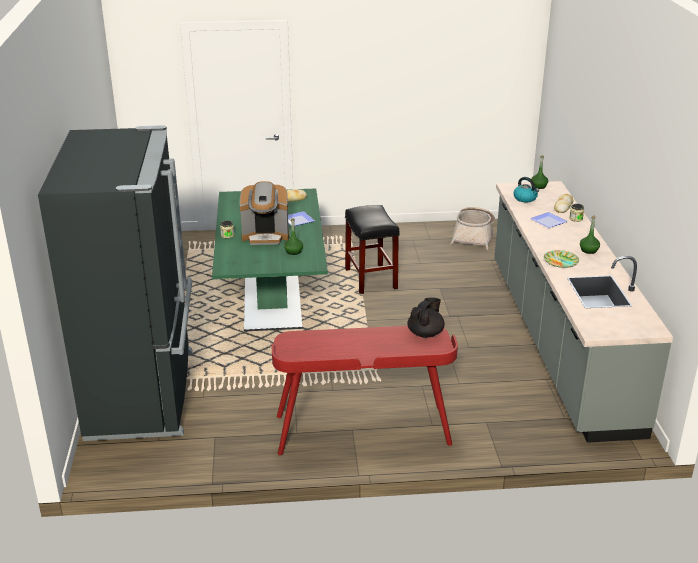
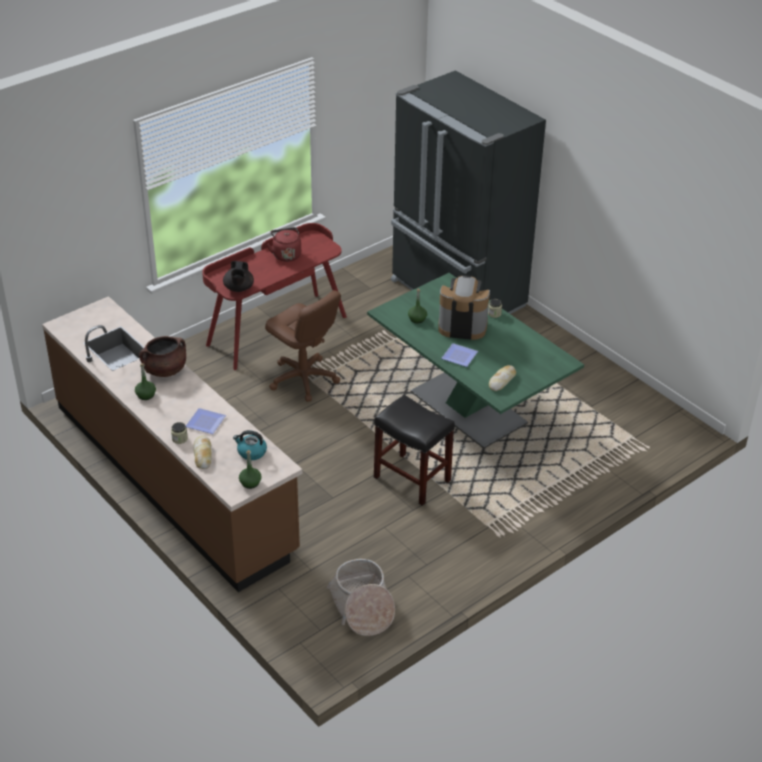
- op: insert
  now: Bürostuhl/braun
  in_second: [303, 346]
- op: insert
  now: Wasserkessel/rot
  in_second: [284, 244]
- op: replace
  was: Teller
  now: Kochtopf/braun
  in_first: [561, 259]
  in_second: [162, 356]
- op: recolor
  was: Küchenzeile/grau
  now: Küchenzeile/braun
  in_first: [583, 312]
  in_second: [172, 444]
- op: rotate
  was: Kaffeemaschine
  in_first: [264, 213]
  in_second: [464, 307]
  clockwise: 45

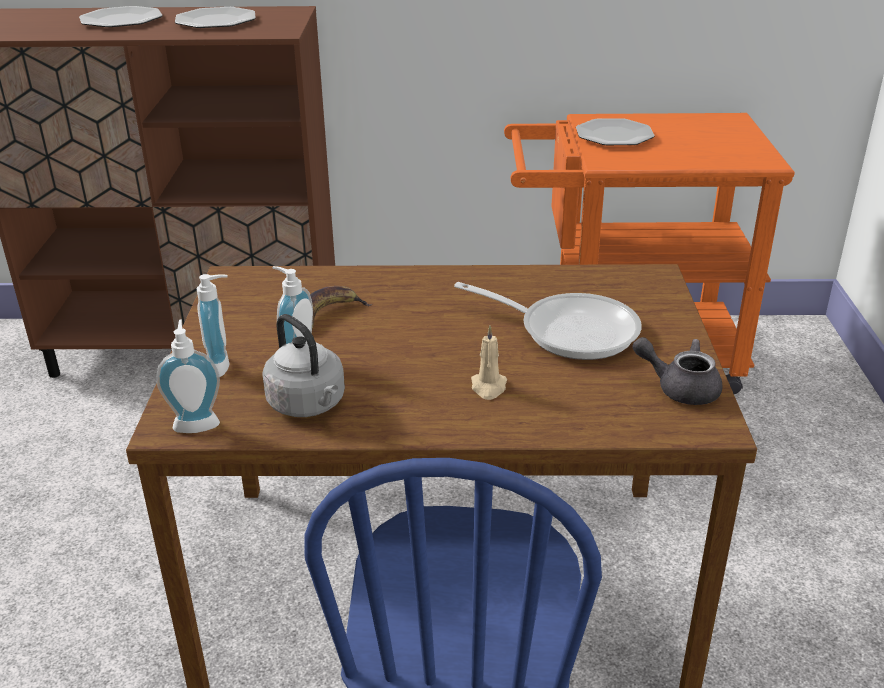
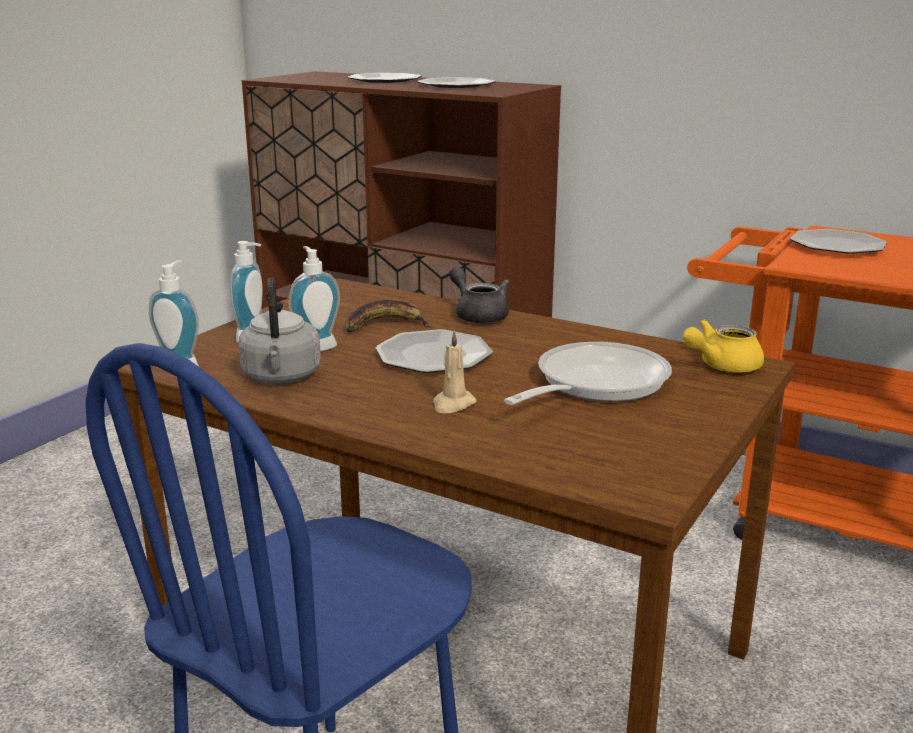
- op: insert
  now: Teller
  in_second: [434, 351]
- op: insert
  now: Teekanne/gelb
  in_second: [723, 346]
- op: move
  was: Teekanne/grau
  in_first: [677, 371]
  in_second: [479, 295]
- op: rotate
  was: Pfanne
  in_first: [548, 321]
  in_second: [588, 373]
  clockwise: -105

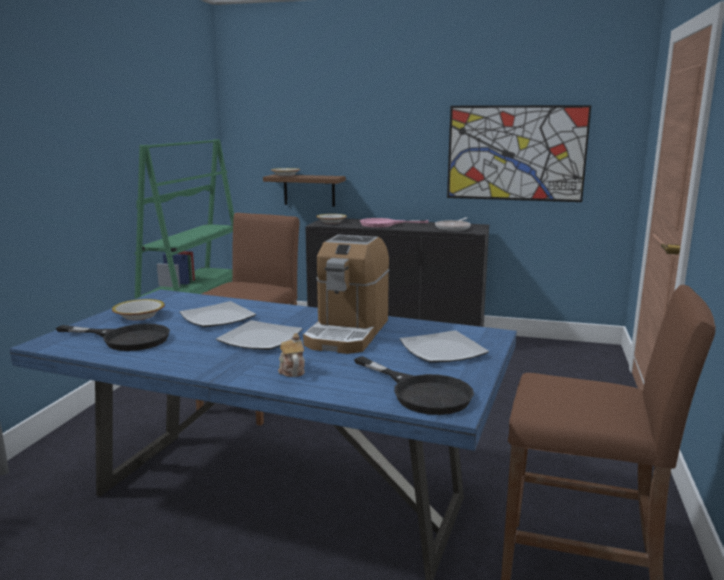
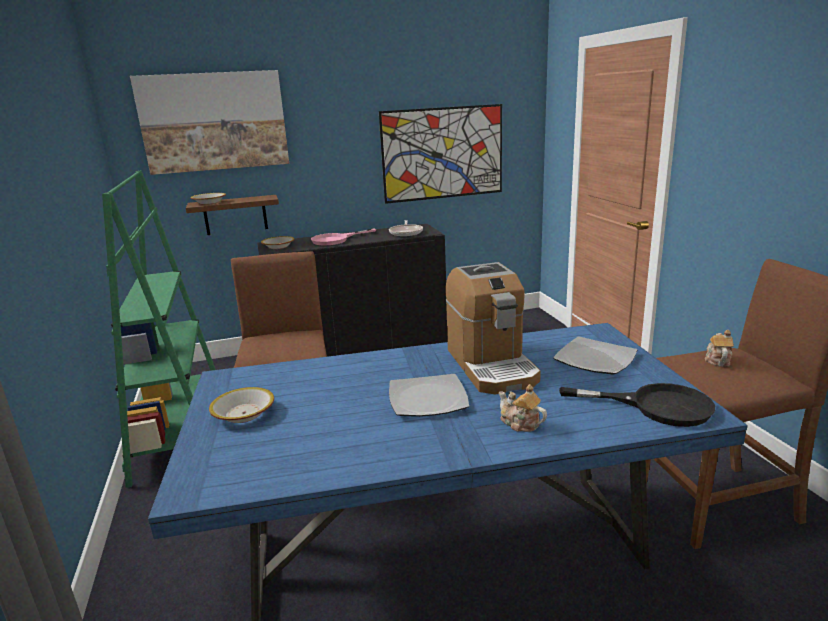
- op: delete
  was: Pfanne/schwarz
  in_first: [113, 337]
- op: delete
  was: Teller
  in_first: [217, 314]
- op: insert
  now: Bild
  in_second: [209, 122]
- op: insert
  now: Teekanne
  in_second: [719, 348]

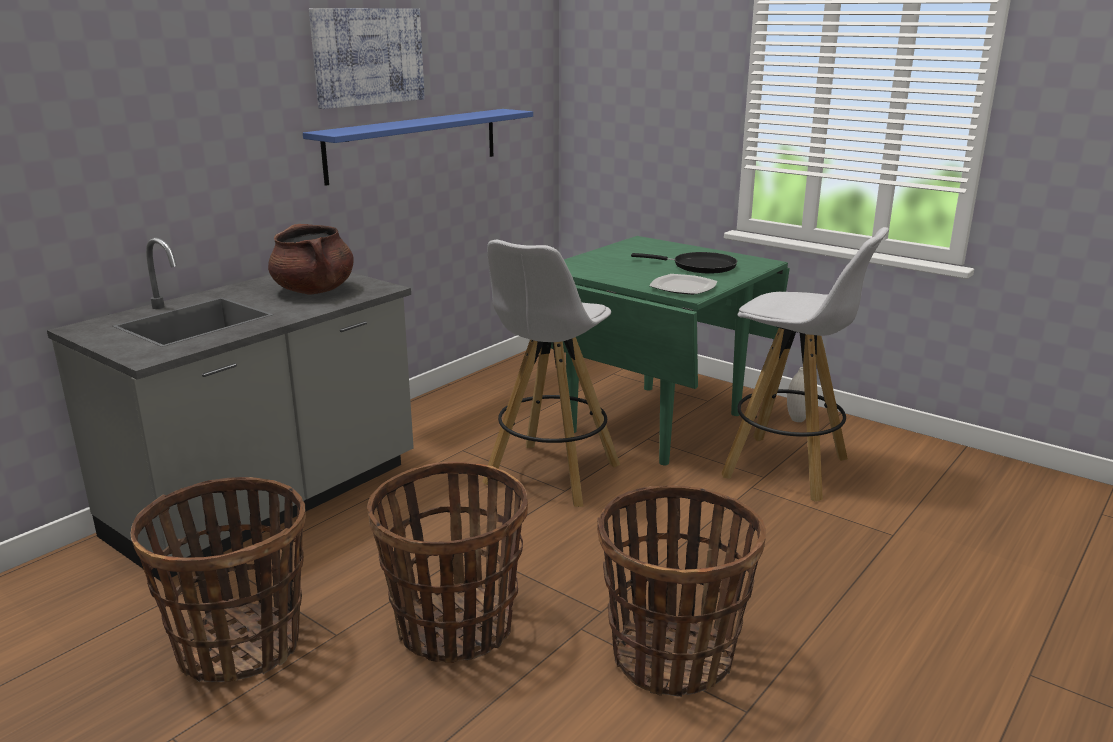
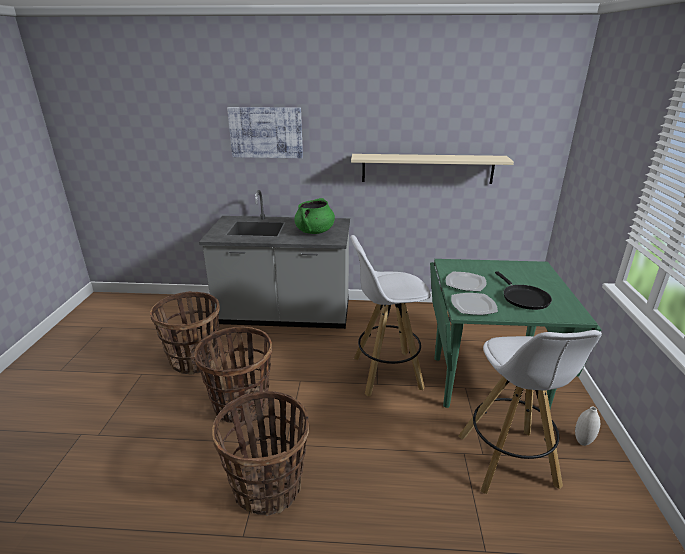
- op: insert
  now: Teller
  in_second: [466, 281]
- op: move
  was: Bild
  in_first: [367, 58]
  in_second: [265, 132]
- op: recolor
  was: Kochtopf/braun
  now: Kochtopf/grün
  in_first: [311, 259]
  in_second: [314, 216]
- op: recolor
  was: Wandregal/blau
  now: Wandregal/beige
  in_first: [418, 147]
  in_second: [432, 169]

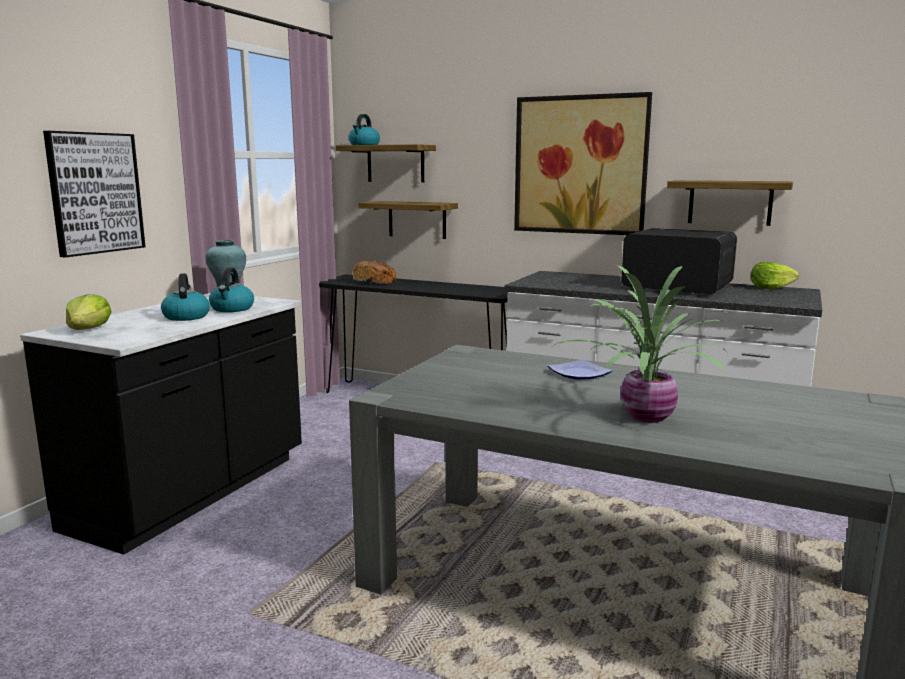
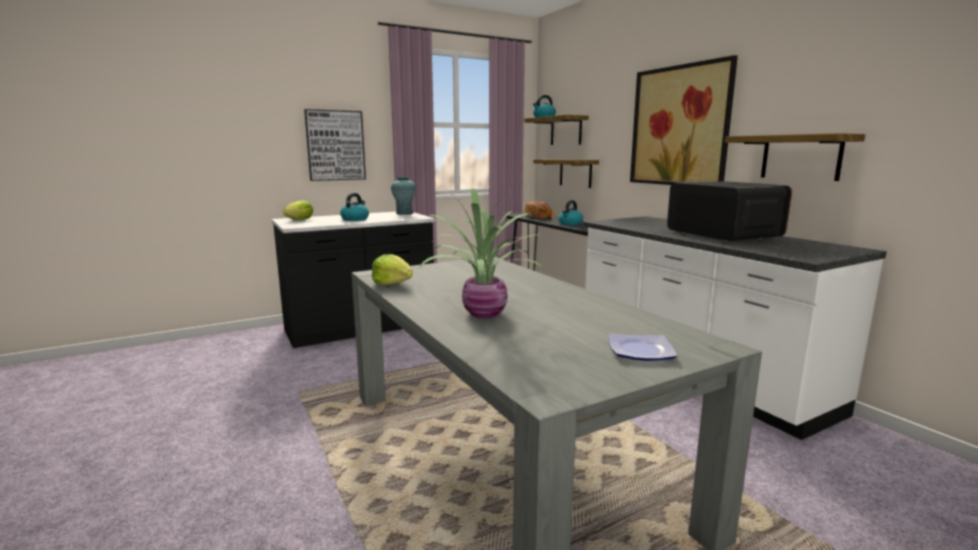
- op: move
  was: Wasserkessel
  in_first: [231, 290]
  in_second: [570, 212]
- op: move
  was: Teller
  in_first: [580, 369]
  in_second: [643, 347]
- op: move
  was: Salatkopf
  in_first: [775, 275]
  in_second: [392, 269]

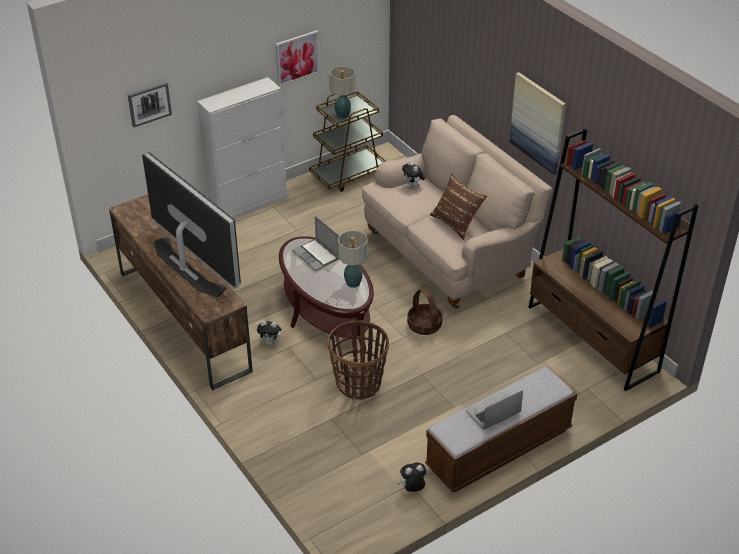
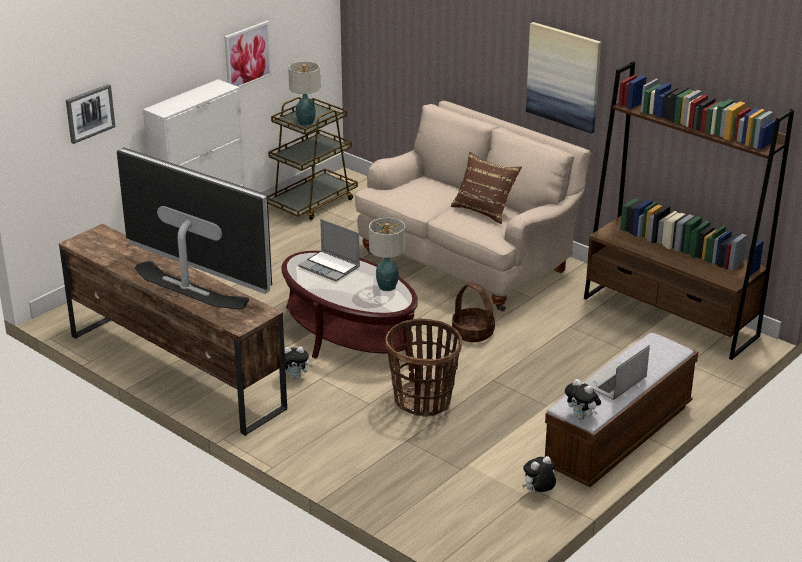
- op: move
  was: Plüschtier
  in_first: [413, 174]
  in_second: [583, 399]

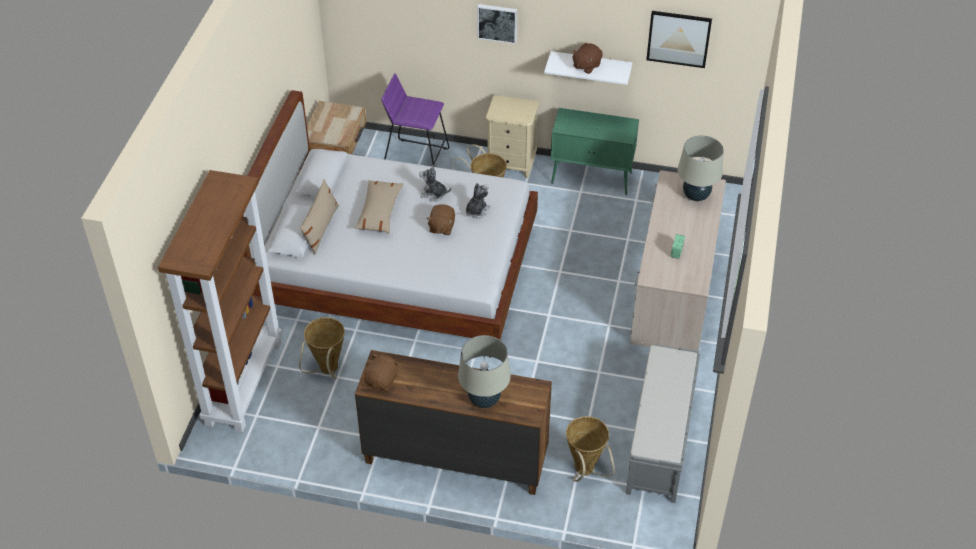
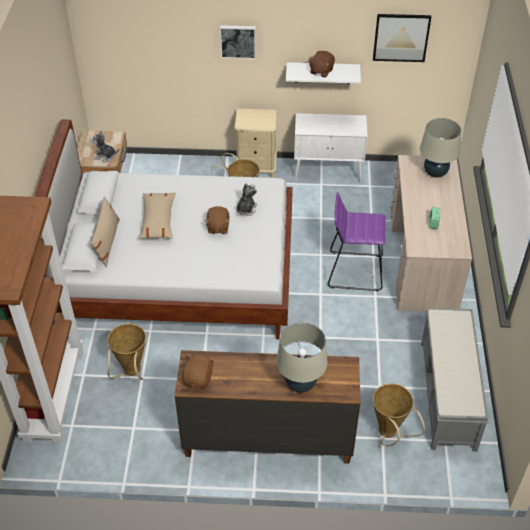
- op: move
  was: Hocker/lila
  in_first: [415, 119]
  in_second: [357, 241]
- op: move
  was: Plüschtier
  in_first: [435, 183]
  in_second: [104, 146]
- op: recolor
  was: Schrank/grün
  now: Schrank/weiß
  in_first: [595, 151]
  in_second: [330, 148]

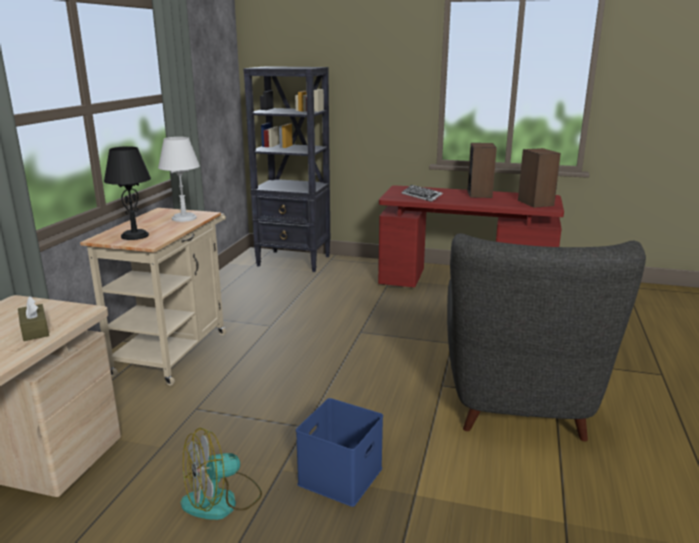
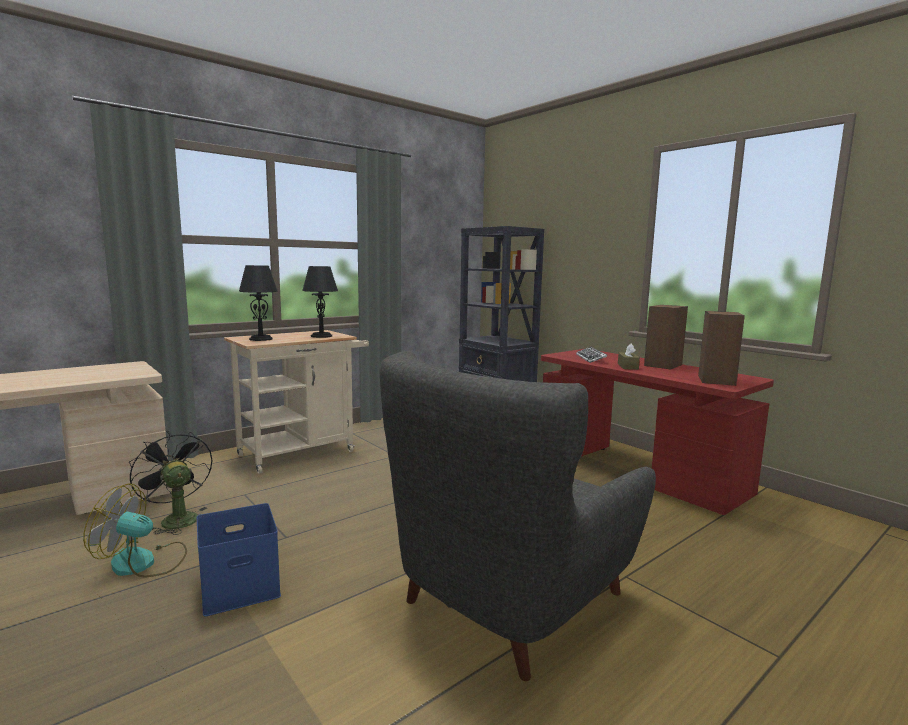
- op: insert
  now: Ventilator/schwarz
  in_second: [170, 483]
- op: move
  was: Taschentuchbox/braun
  in_first: [33, 318]
  in_second: [629, 357]
- op: recolor
  was: Tischlampe/weiß
  now: Tischlampe/schwarz
  in_first: [179, 179]
  in_second: [320, 302]

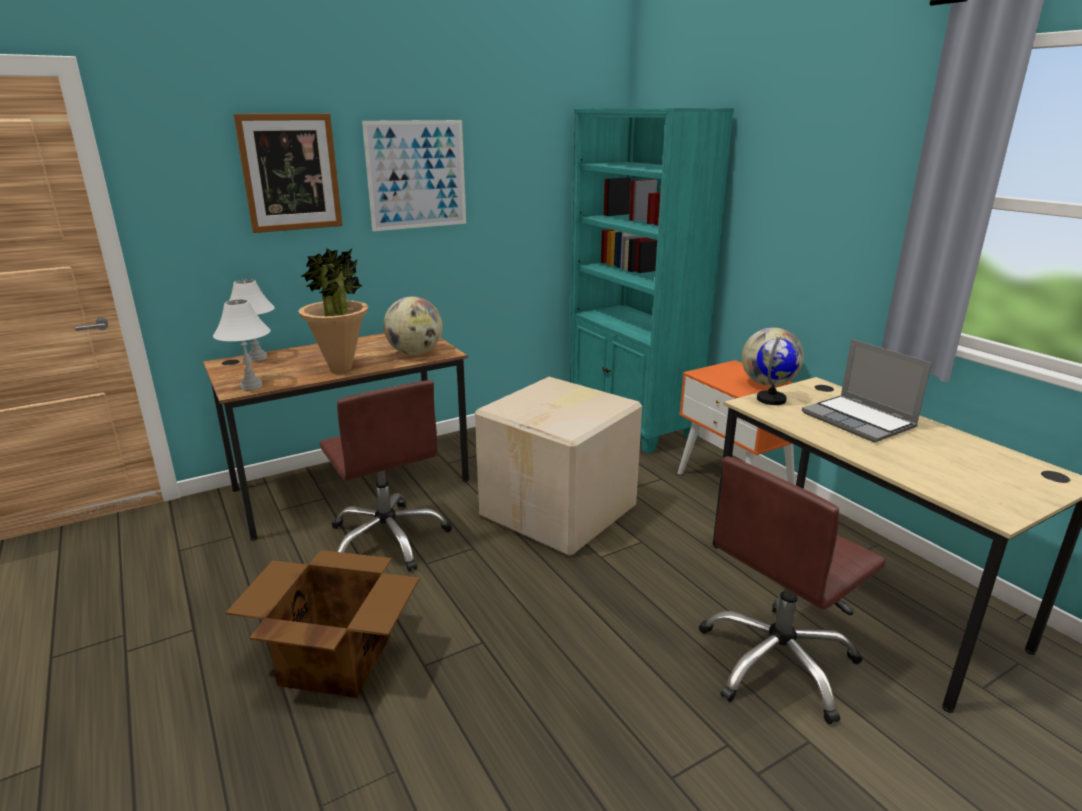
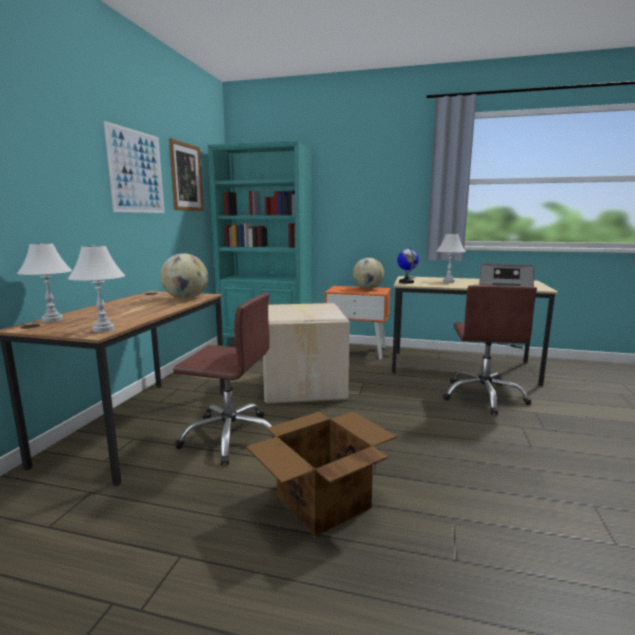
- op: delete
  was: Topfpflanze
  in_first: [333, 310]
- op: insert
  now: Radio
  in_second: [506, 275]
- op: move
  was: Bild
  in_first: [288, 173]
  in_second: [186, 174]
- op: replace
  was: Laptop
  now: Tischlampe/weiß
  in_first: [867, 391]
  in_second: [451, 258]

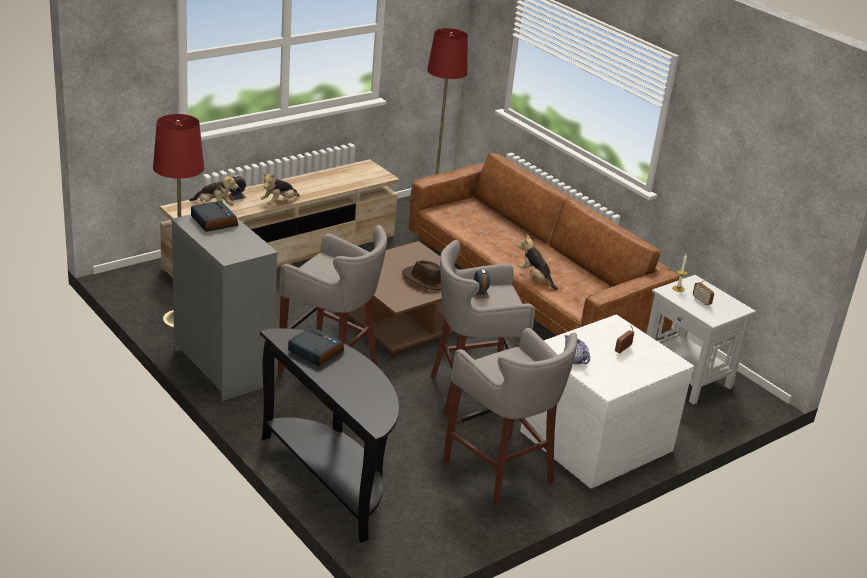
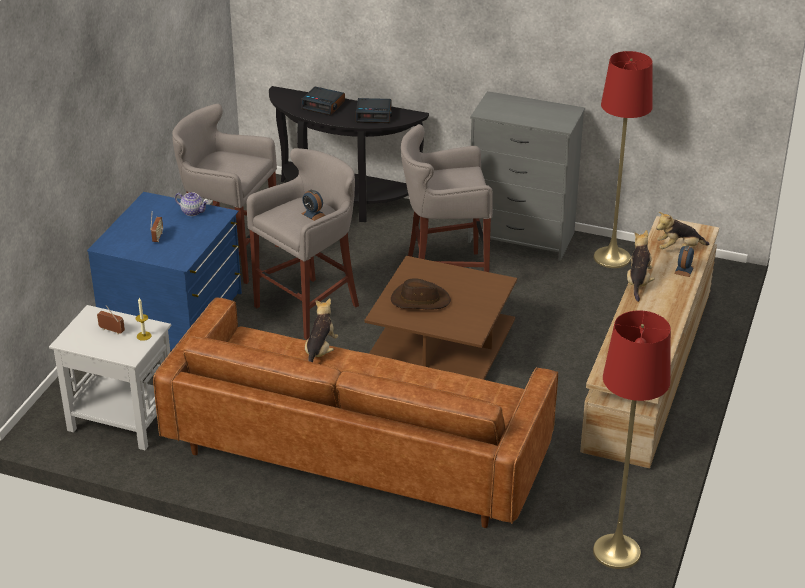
- op: move
  was: Wecker
  in_first: [214, 216]
  in_second: [323, 101]
- op: recolor
  was: Kommode/weiß
  now: Kommode/blau
  in_first: [607, 401]
  in_second: [164, 271]
- op: rotate
  was: Plüschtier
  in_first: [538, 262]
  in_second: [321, 330]
  clockwise: -90

